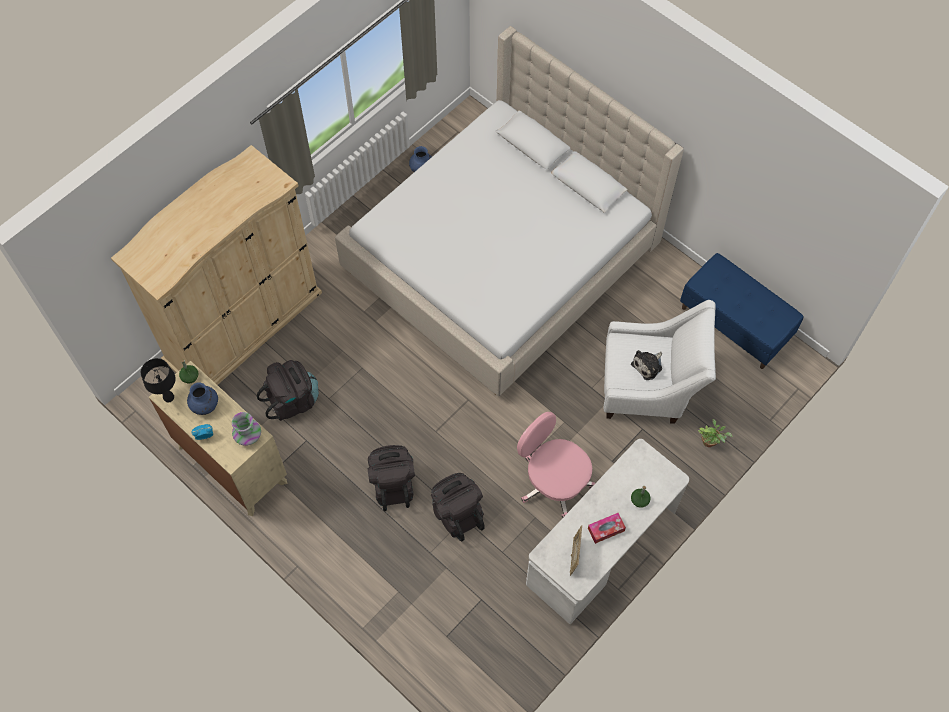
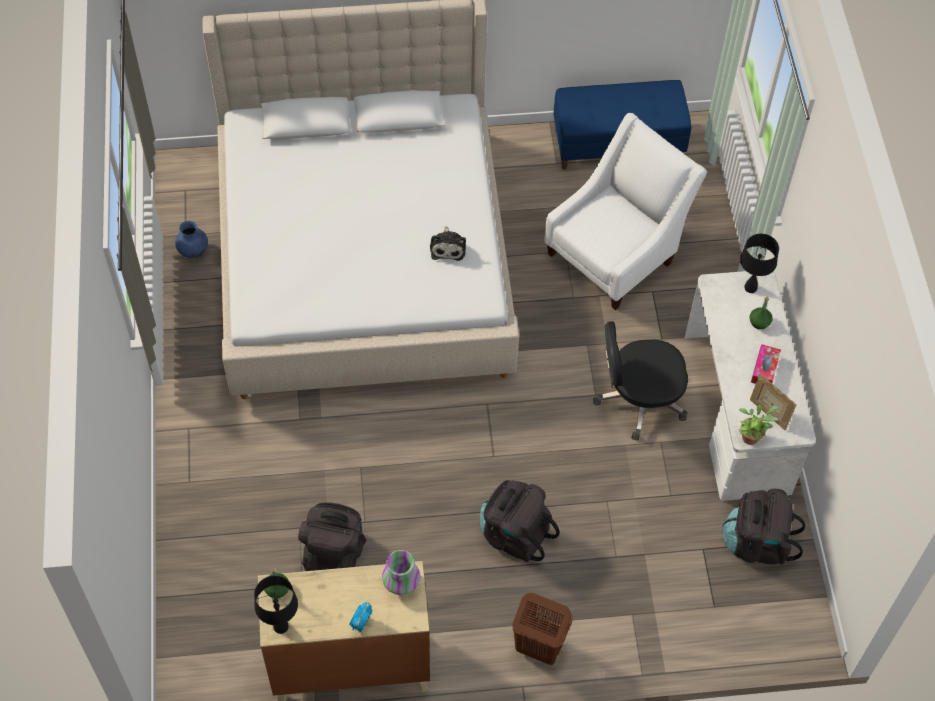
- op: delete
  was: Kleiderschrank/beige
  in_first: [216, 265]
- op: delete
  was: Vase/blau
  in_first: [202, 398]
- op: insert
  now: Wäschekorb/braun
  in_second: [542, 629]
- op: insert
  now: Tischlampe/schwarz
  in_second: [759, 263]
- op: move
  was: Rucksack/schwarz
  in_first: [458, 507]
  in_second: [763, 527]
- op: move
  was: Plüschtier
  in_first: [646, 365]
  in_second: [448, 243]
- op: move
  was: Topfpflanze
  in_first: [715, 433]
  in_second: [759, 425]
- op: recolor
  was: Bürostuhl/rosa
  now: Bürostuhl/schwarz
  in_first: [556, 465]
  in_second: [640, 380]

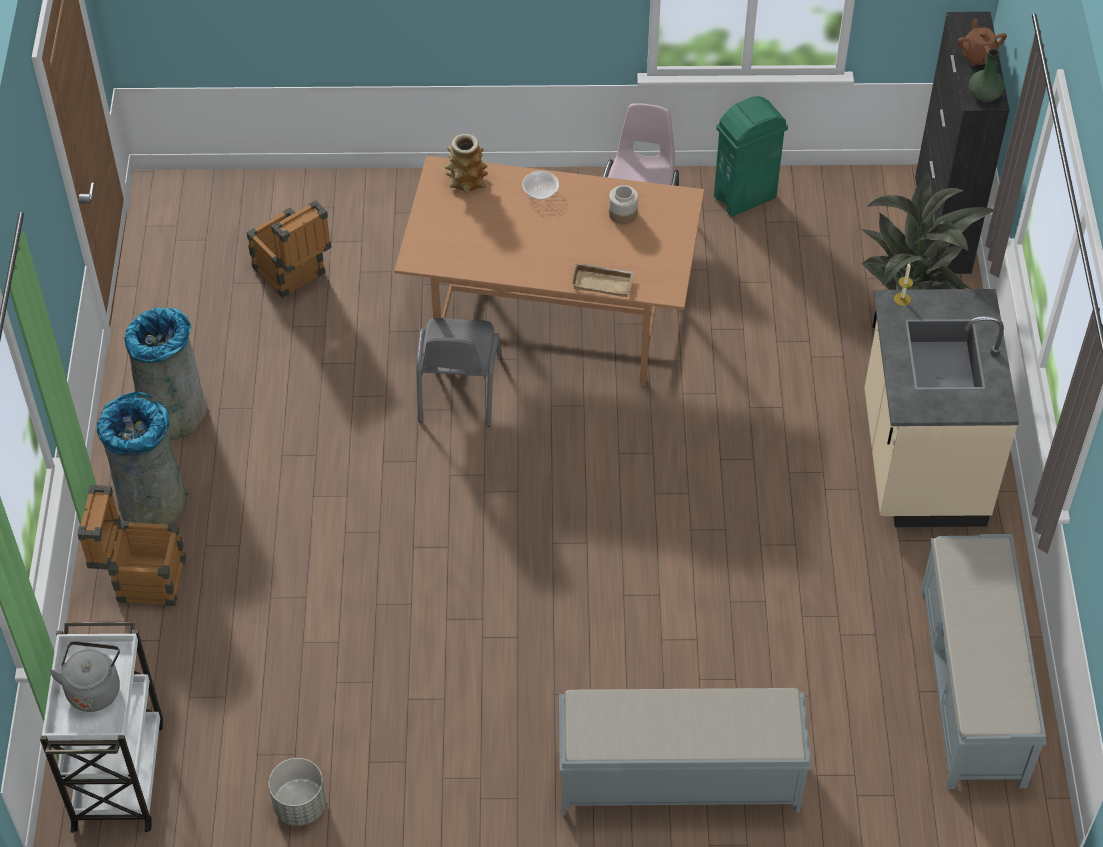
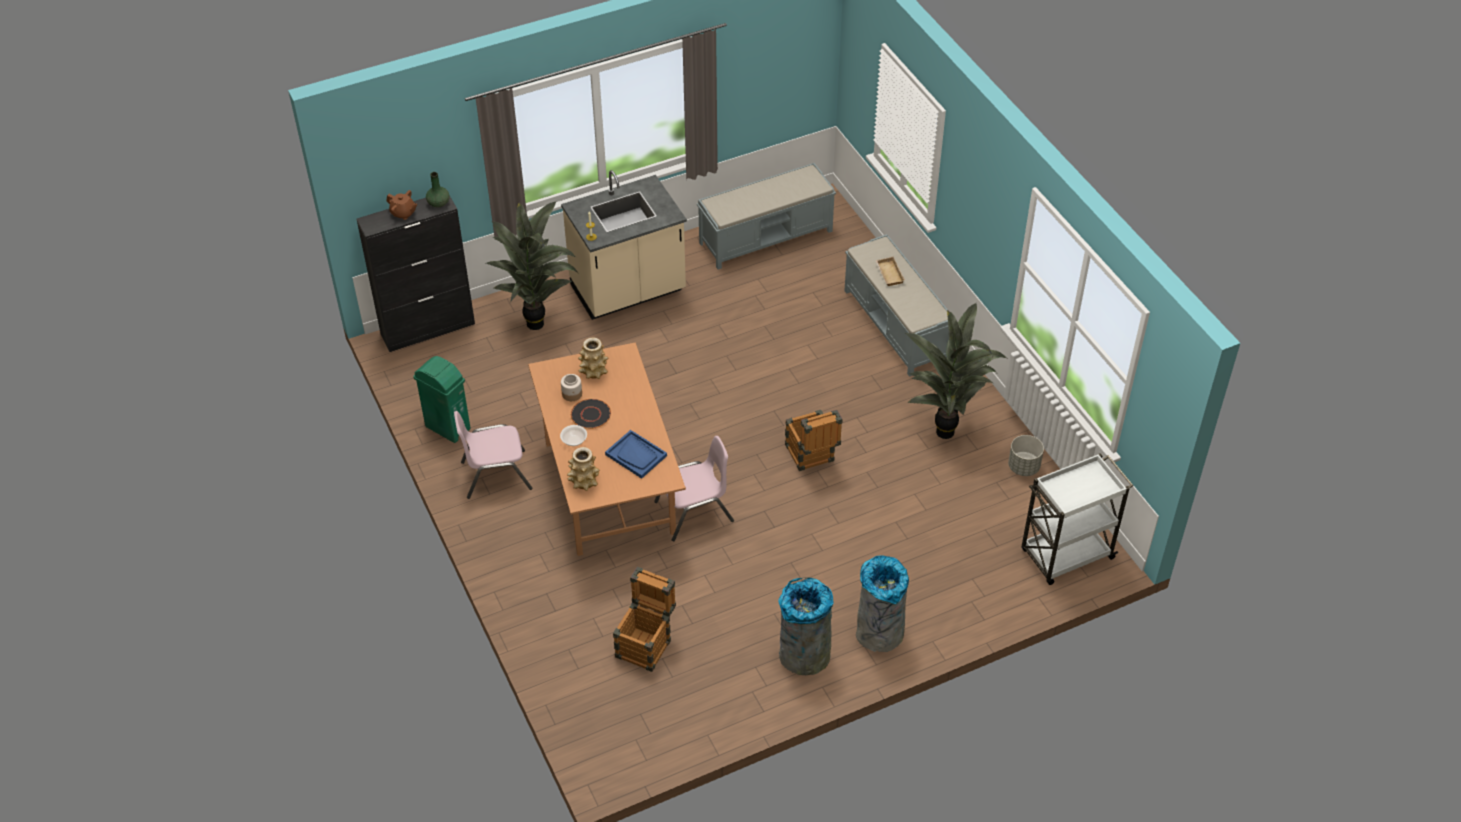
- op: delete
  was: Wasserkessel/grau
  in_first: [84, 676]
- op: insert
  now: Teller/schwarz
  in_second: [591, 414]
- op: insert
  now: Vase
  in_second: [593, 358]
- op: insert
  now: Tablett/blau
  in_second: [636, 454]
- op: insert
  now: Topfpflanze
  in_second: [956, 371]
- op: move
  was: Kiste
  in_first: [131, 545]
  in_second: [814, 440]
- op: move
  was: Tablett/beige
  in_first: [602, 280]
  in_second: [890, 271]
- op: recolor
  was: Stuhl/grau
  now: Stuhl/rosa
  in_first: [459, 372]
  in_second: [694, 488]
- op: rotate
  was: Teekanne/braun
  in_first: [982, 42]
  in_second: [401, 205]
  clockwise: -120

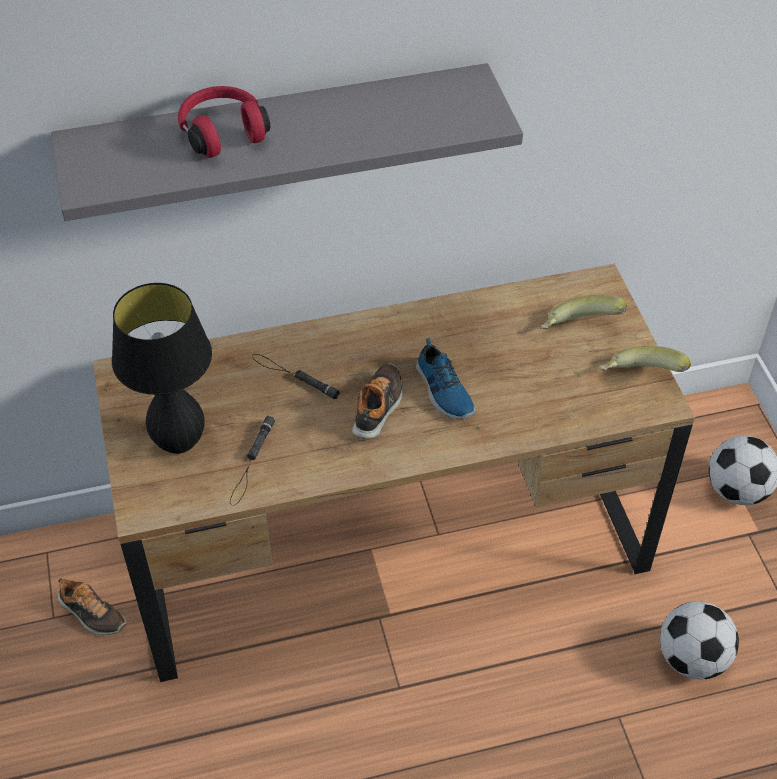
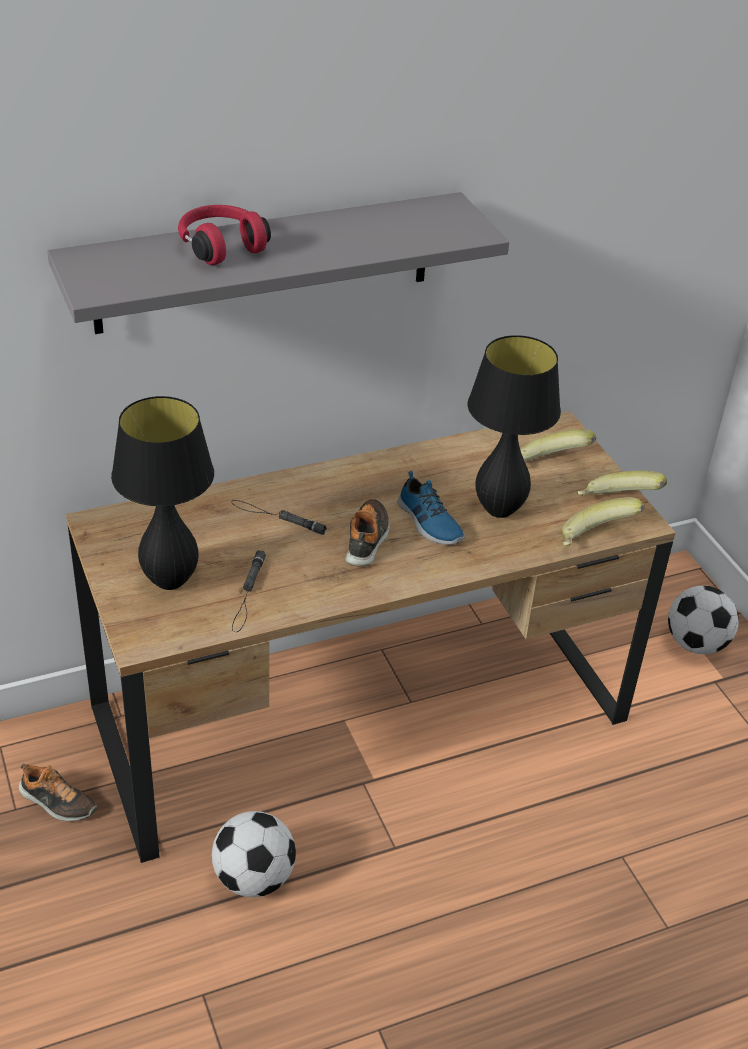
- op: insert
  now: Tischlampe/schwarz
  in_second: [514, 426]
- op: insert
  now: Banane
  in_second: [603, 521]
- op: move
  was: Fußball
  in_first: [699, 640]
  in_second: [254, 854]

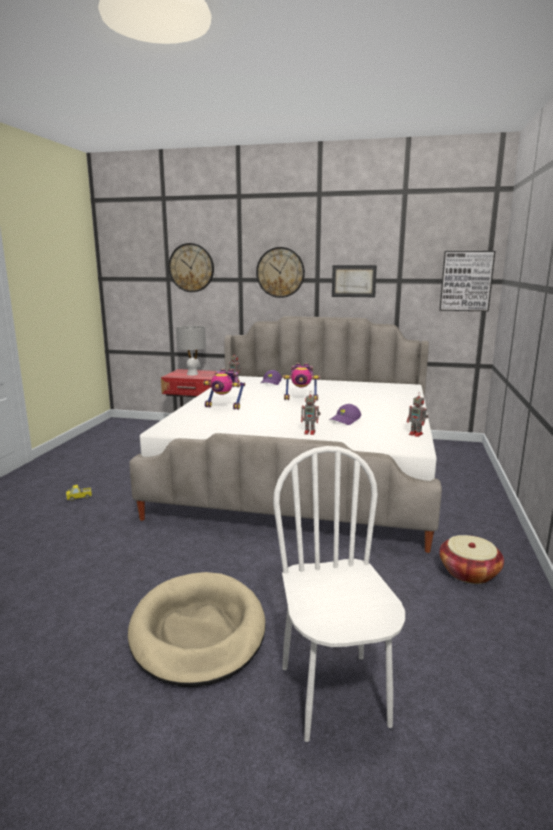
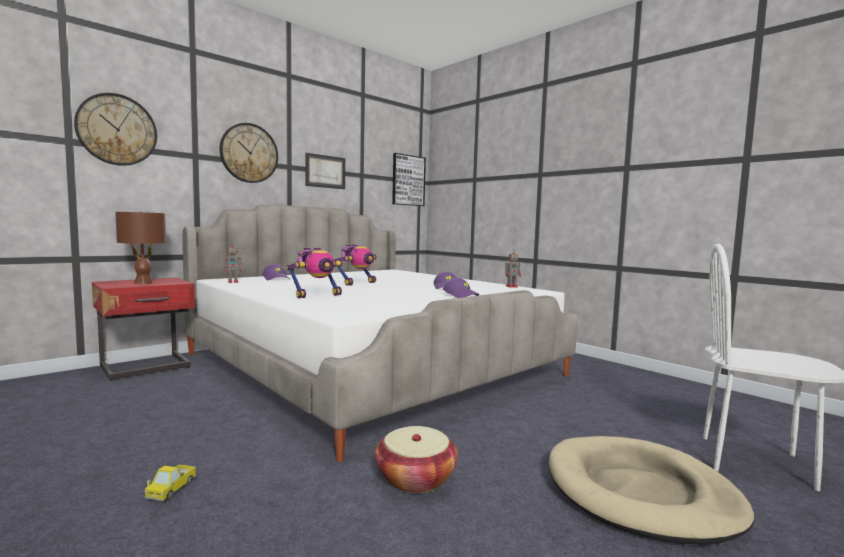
- op: move
  was: Korb
  in_first: [471, 559]
  in_second: [416, 459]
- op: replace
  was: Spielzeugroboter
  now: Kappe/lila
  in_first: [311, 414]
  in_second: [461, 288]
- op: recolor
  was: Tischlampe/grau
  now: Tischlampe/braun
  in_first: [191, 351]
  in_second: [140, 248]

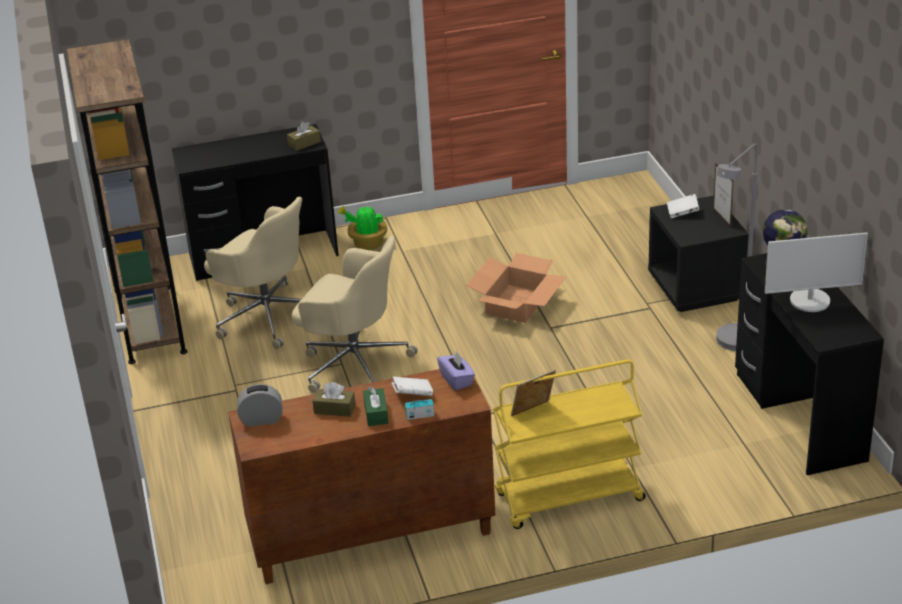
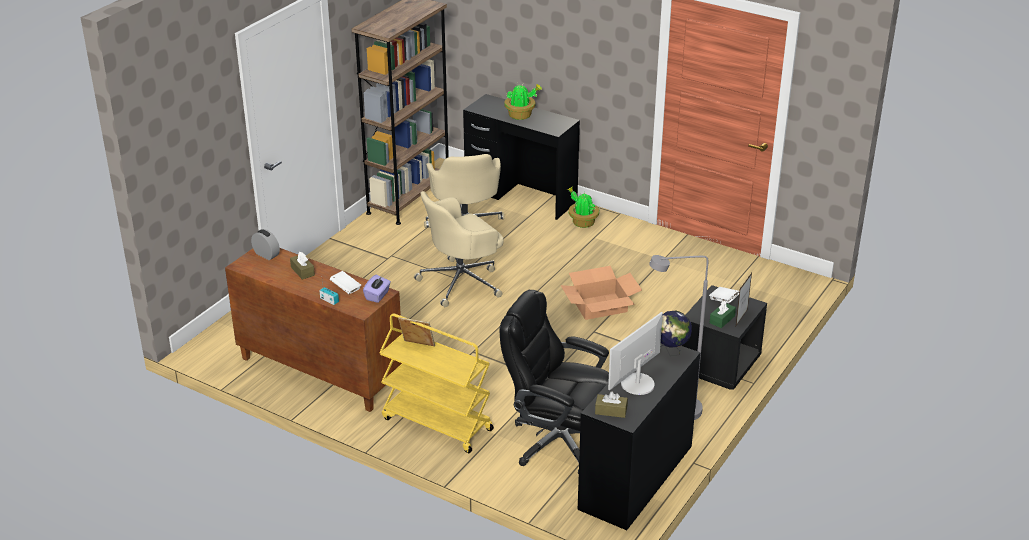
- op: insert
  now: Bürostuhl/schwarz
  in_second: [554, 382]
- op: insert
  now: Topfpflanze
  in_second: [523, 102]
- op: move
  was: Taschentuchbox/braun
  in_first: [304, 136]
  in_second: [611, 404]
- op: move
  was: Taschentuchbox/grün
  in_first: [375, 406]
  in_second: [723, 314]
- op: rotate
  was: Bürostuhl/beige
  in_first: [355, 314]
  in_second: [459, 249]
  clockwise: 75
- op: rotate
  was: Monitor
  in_first: [816, 272]
  in_second: [635, 353]
  clockwise: 90

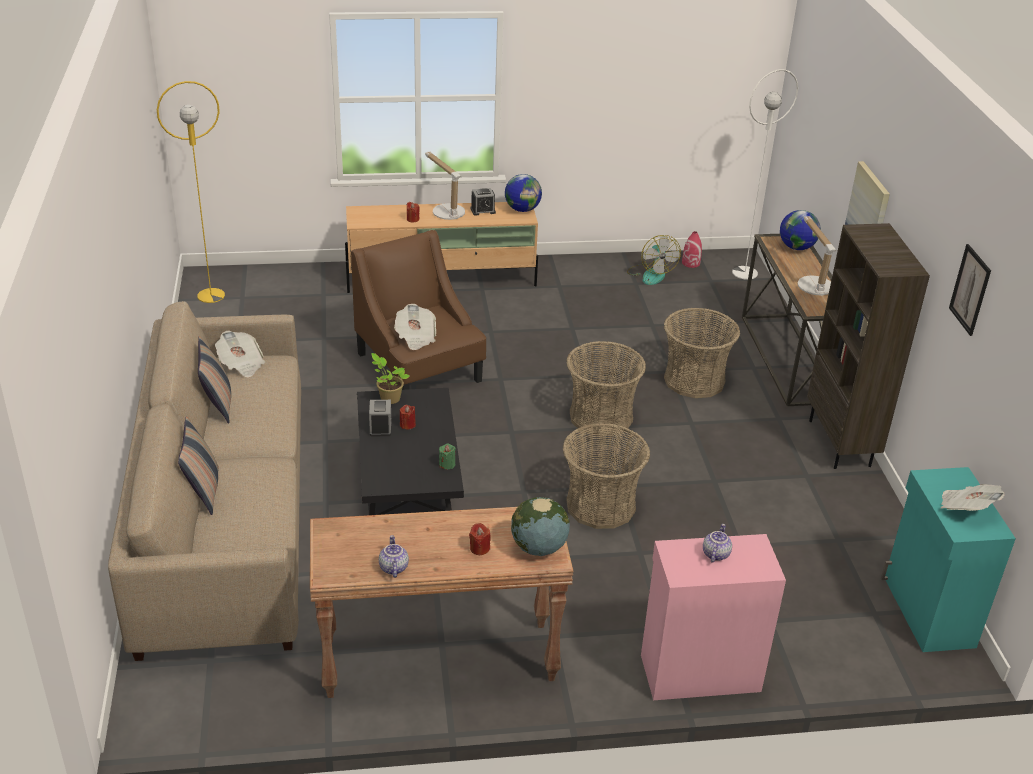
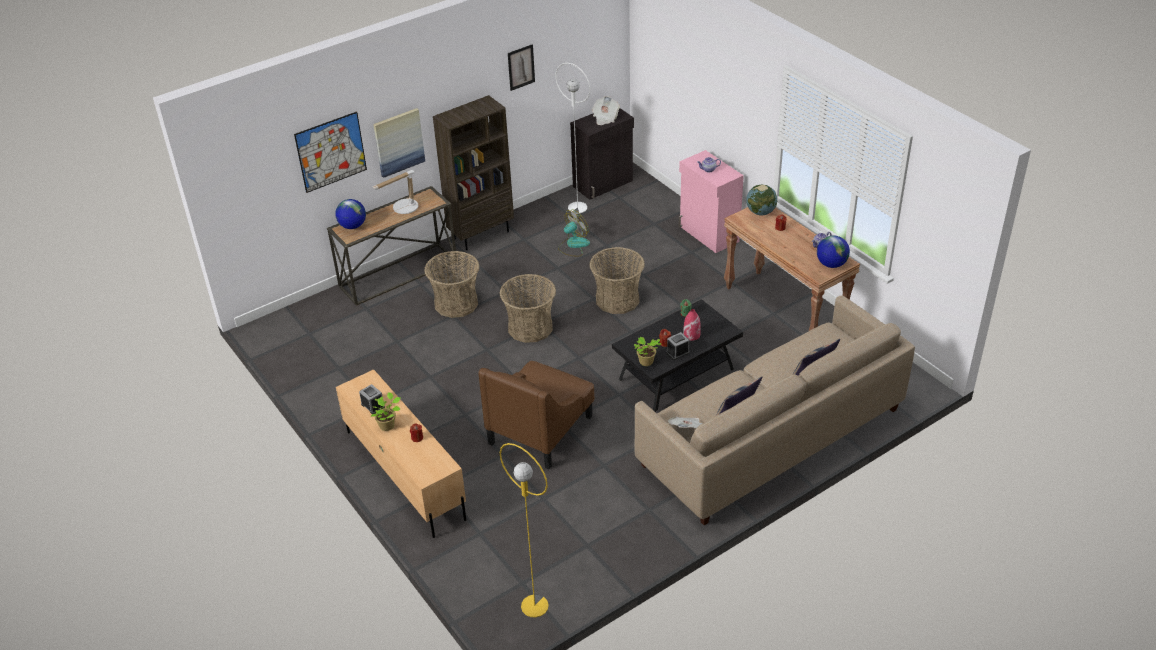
- op: delete
  was: Zeitung
  in_first: [415, 327]
- op: insert
  now: Bild
  in_second: [330, 152]
- op: move
  was: Globus
  in_first: [523, 193]
  in_second: [833, 251]
- op: move
  was: Ventilator
  in_first: [654, 260]
  in_second: [574, 233]
- op: move
  was: Vase/rot
  in_first: [692, 249]
  in_second: [692, 325]
- op: move
  was: Stehlampe/weiß
  in_first: [765, 174]
  in_second: [573, 138]
- op: replace
  was: Tischlampe
  now: Topfpflanze
  in_first: [445, 186]
  in_second: [386, 411]
- op: recolor
  was: Schrank/türkis
  now: Schrank/schwarz
  in_first: [948, 559]
  in_second: [602, 153]

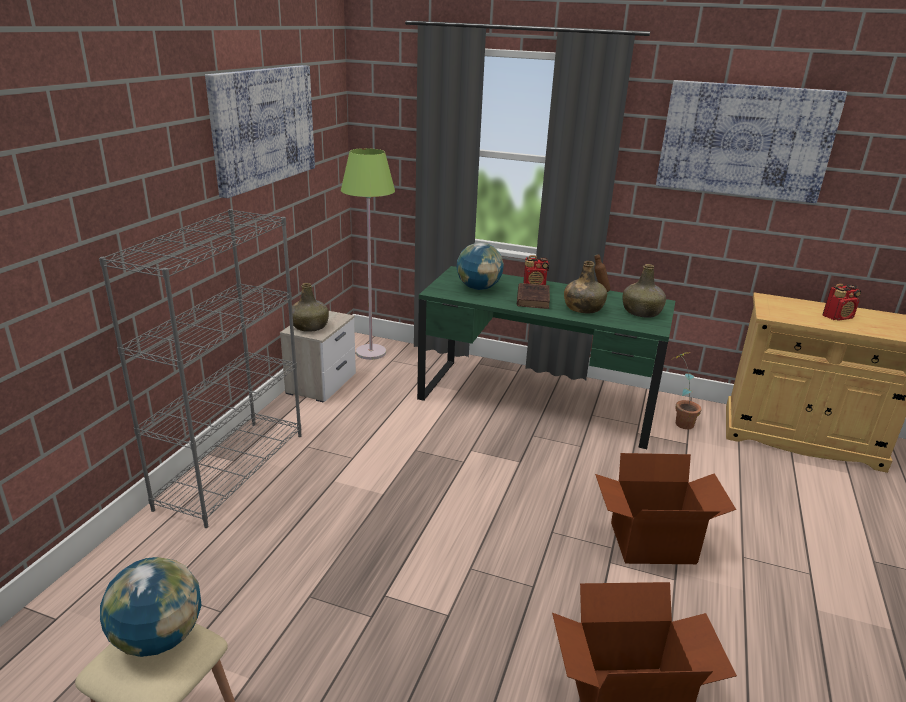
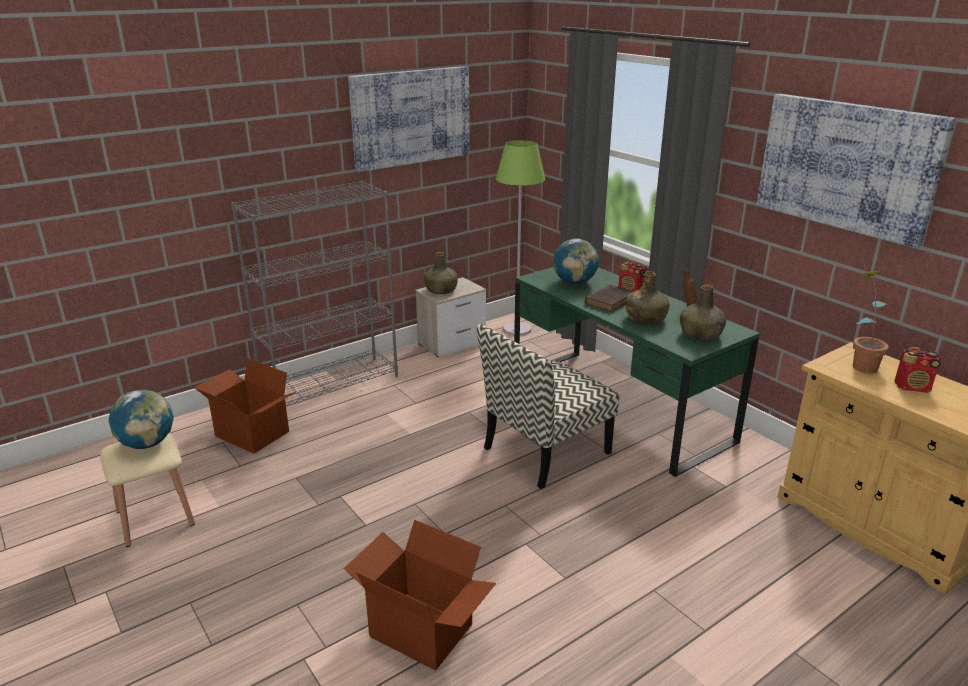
- op: insert
  now: Stuhl
  in_second: [548, 406]
- op: move
  was: Karton
  in_first: [665, 508]
  in_second: [245, 406]
- op: move
  was: Topfpflanze
  in_first: [687, 390]
  in_second: [871, 321]

